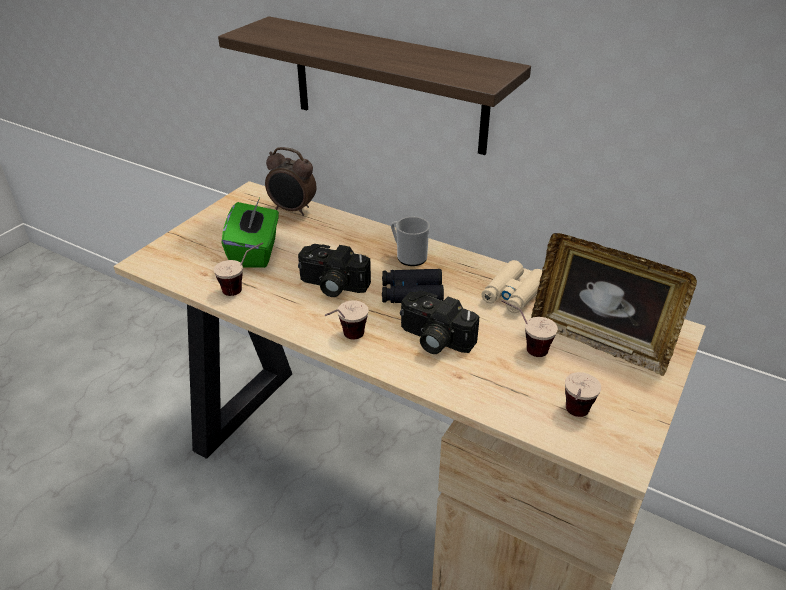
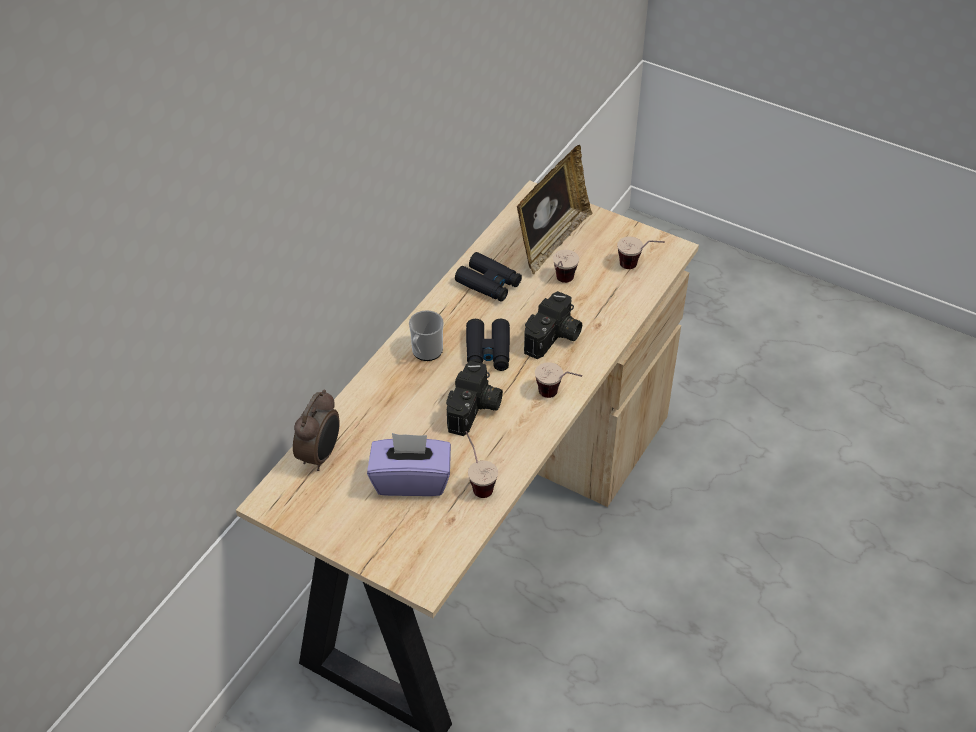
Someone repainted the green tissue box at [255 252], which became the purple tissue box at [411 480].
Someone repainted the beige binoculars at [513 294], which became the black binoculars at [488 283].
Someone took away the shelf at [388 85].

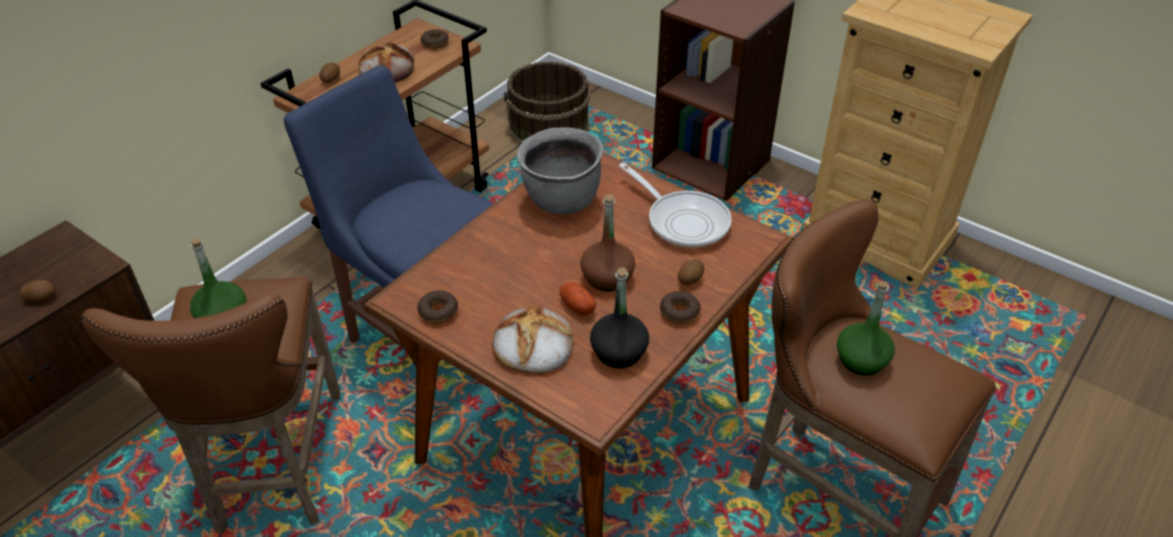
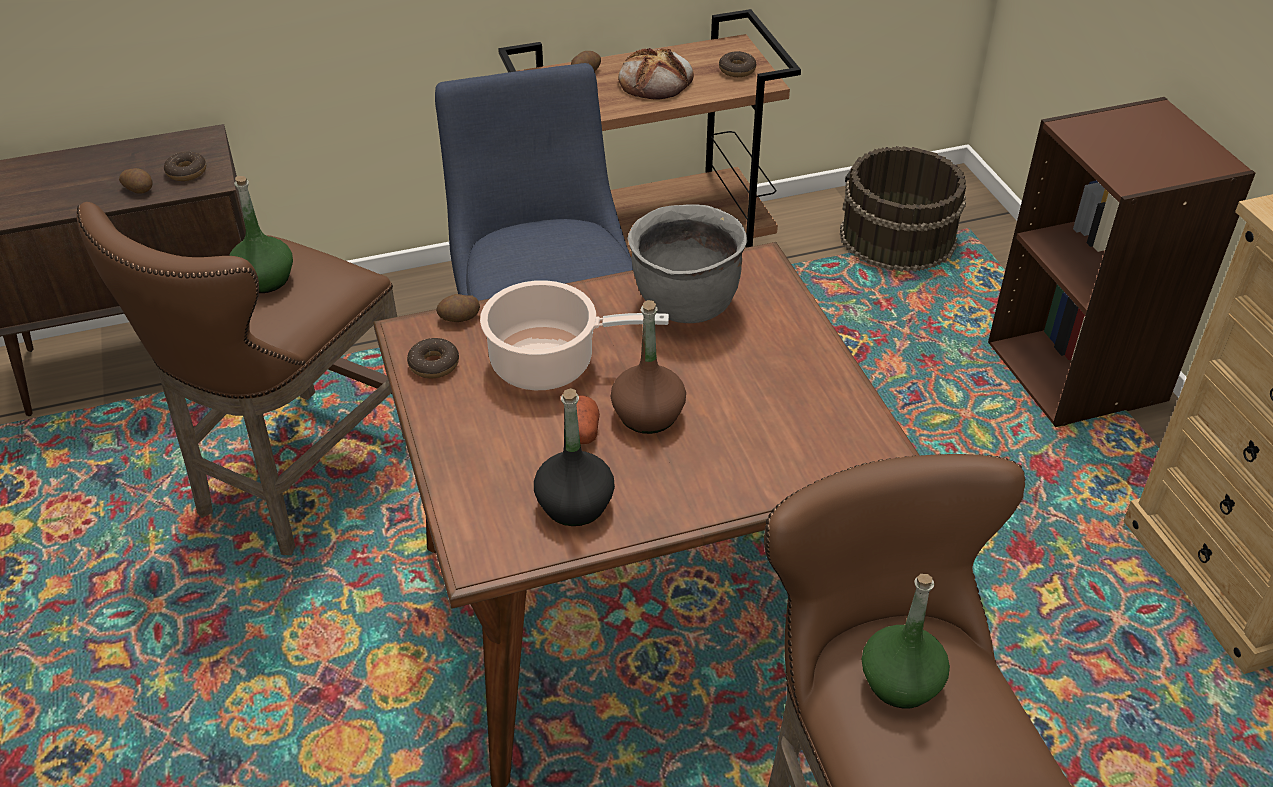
Someone carried the donut from [679 312] to [186 172].
Someone carried the potato from [690 279] to [459 318].
Someone put down the cooking pot at [550 363].
Someone took away the bread at [532 345].
Someone took away the frying pan at [683 221].

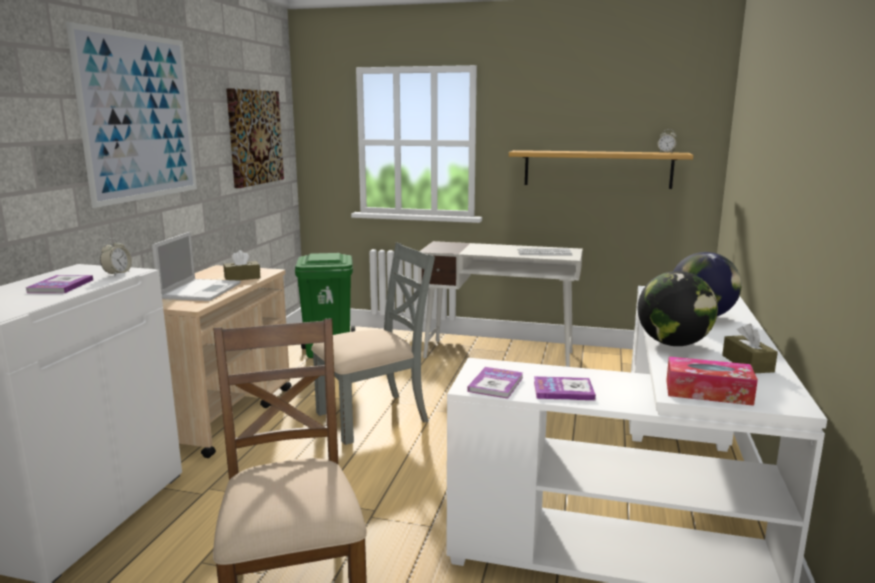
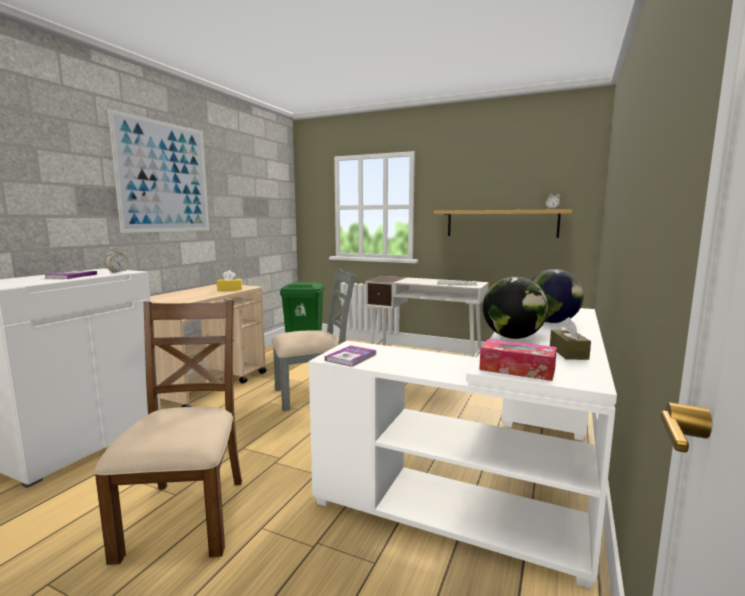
Someone repainted the brown tissue box at [242 278], which became the yellow tissue box at [230 289].
Someone took away the laptop at [201 290].
Someone took away the picture at [254 137].
Someone took away the book at [563 390].

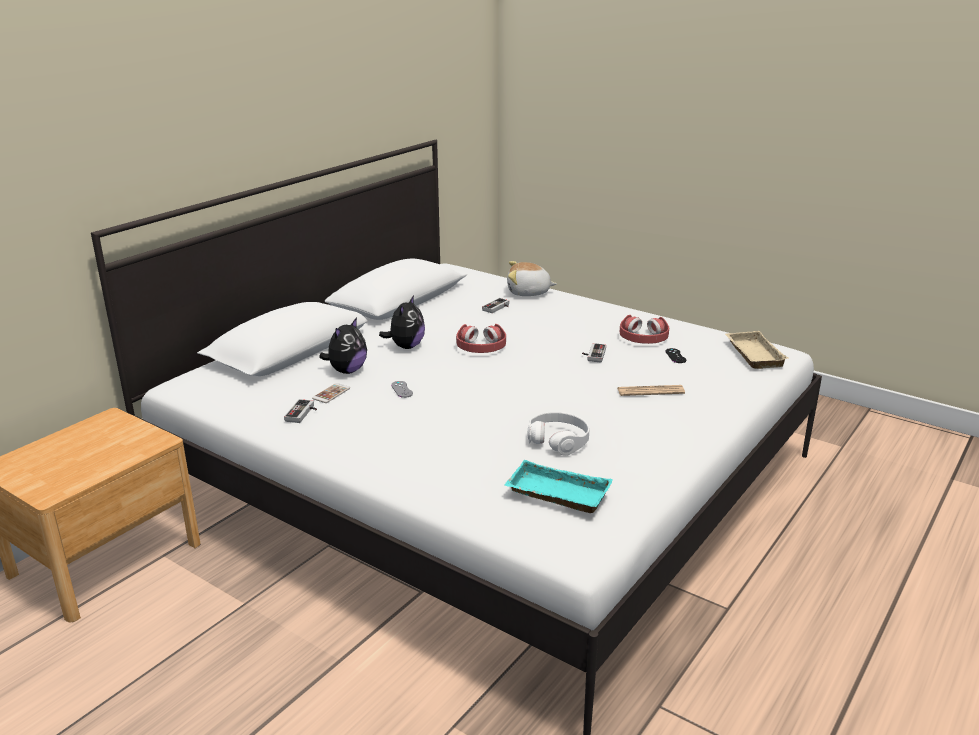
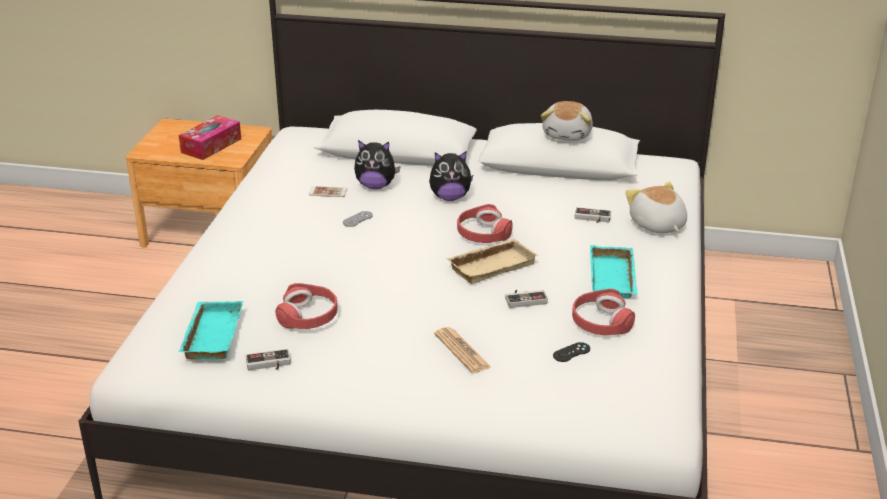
Someone put down the tissue box at [211 146].
Someone carried the game controller from [303 413] to [268 364].
Someone repainted the white headphones at [558 440], which became the red headphones at [308 316].
Someone carried the beige tray from [752 354] to [491 265].
Someone put down the plush toy at [568 134].
Someone put down the turquoise tray at [614 279].

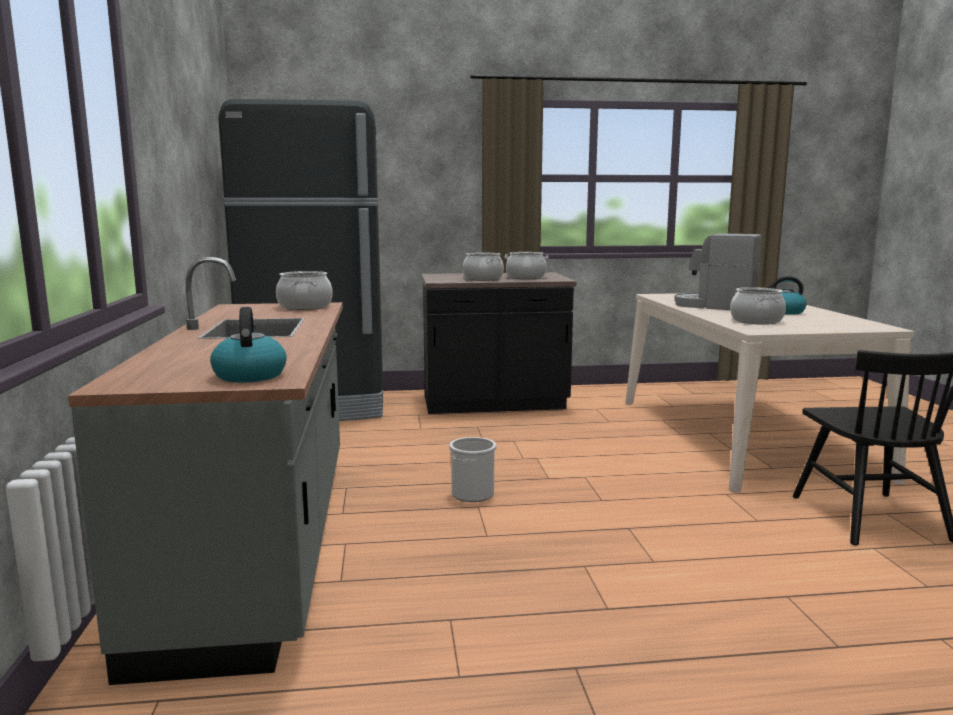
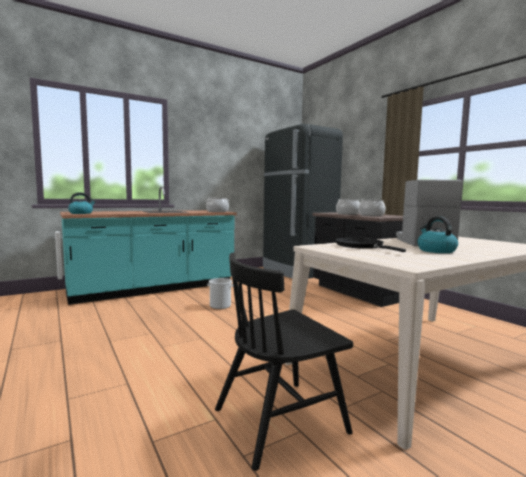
Someone repainted the grey counter at [263 542], which became the turquoise counter at [154 288].
Someone swapped the cooking pot at [756 321] for the black frying pan at [361 246].

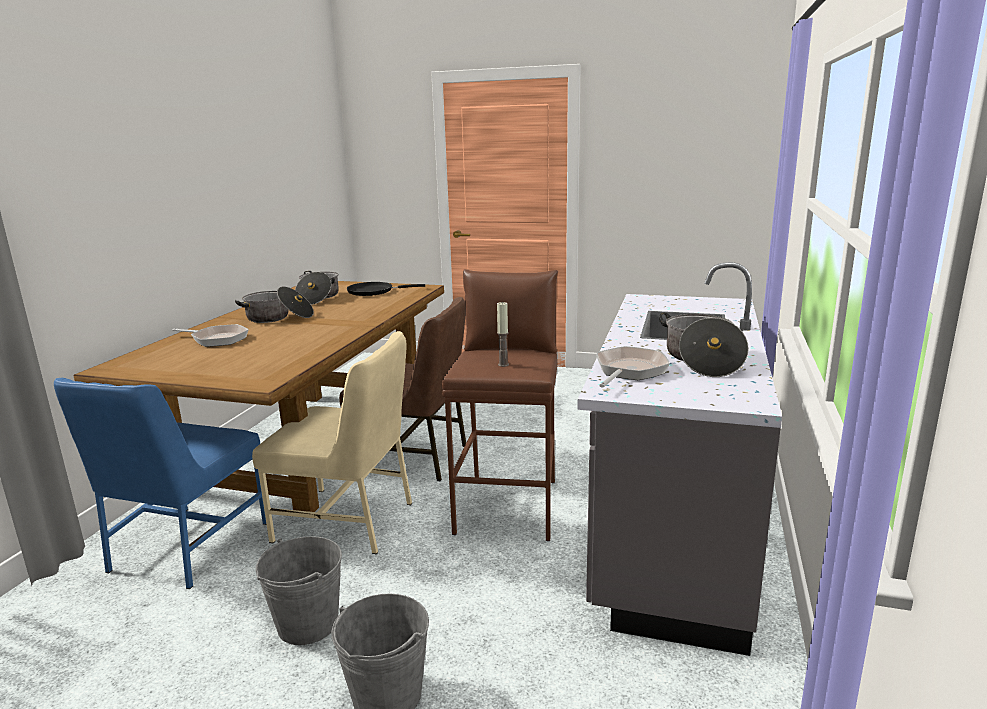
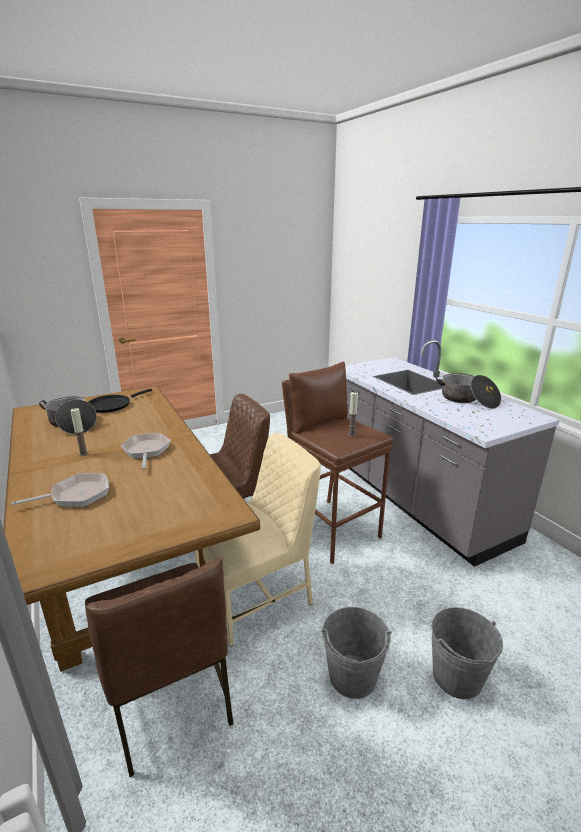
Someone swapped the cooking pot at [278 317] for the candle at [83 454].
Someone repainted the blue chair at [186 547], which became the brown chair at [168 698].
Someone carried the frying pan from [629 371] to [146 451].

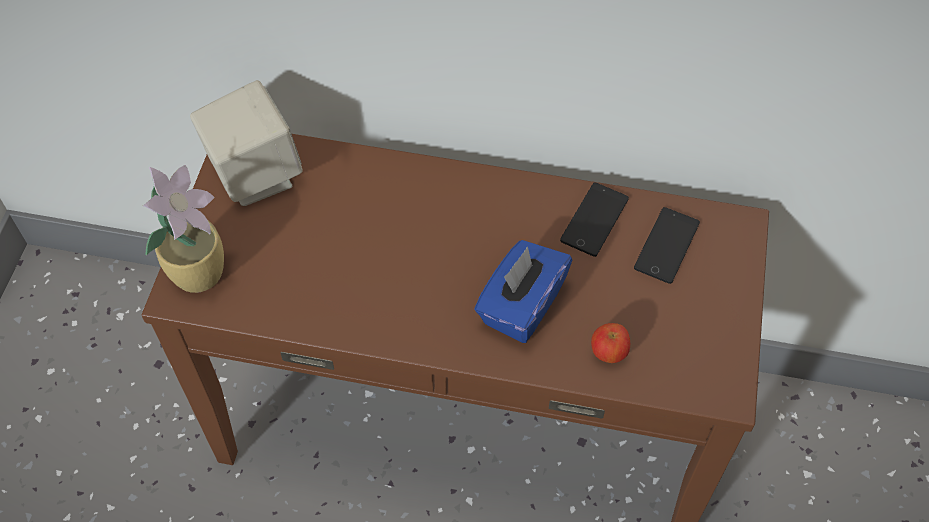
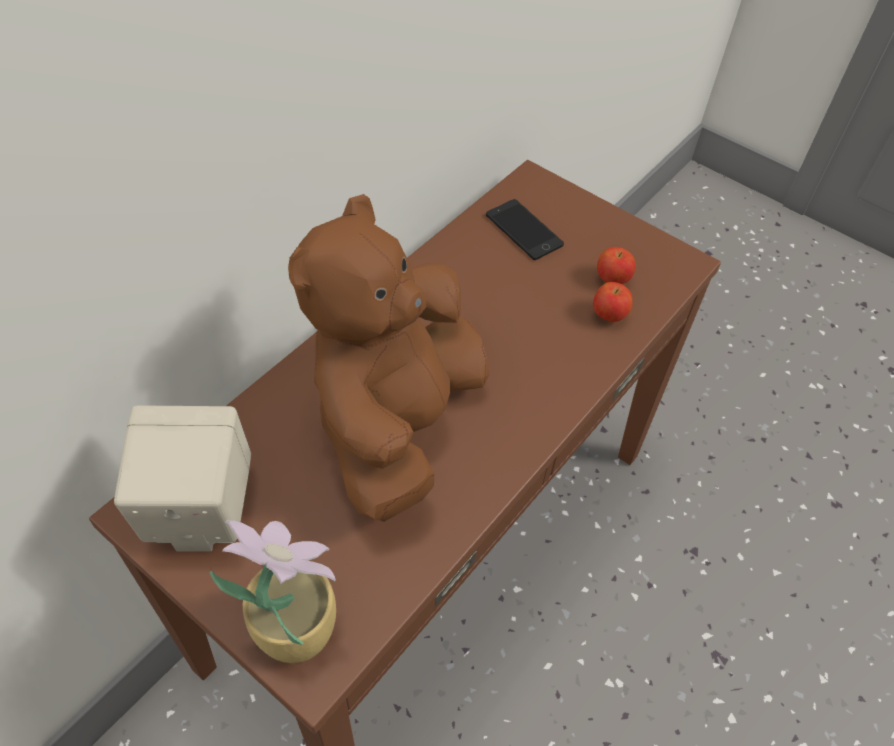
Someone put down the brown plush toy at [396 422].
Someone put down the apple at [612 279].
Someone took away the blue tissue box at [521 305].
Someone took away the phone at [594 220].

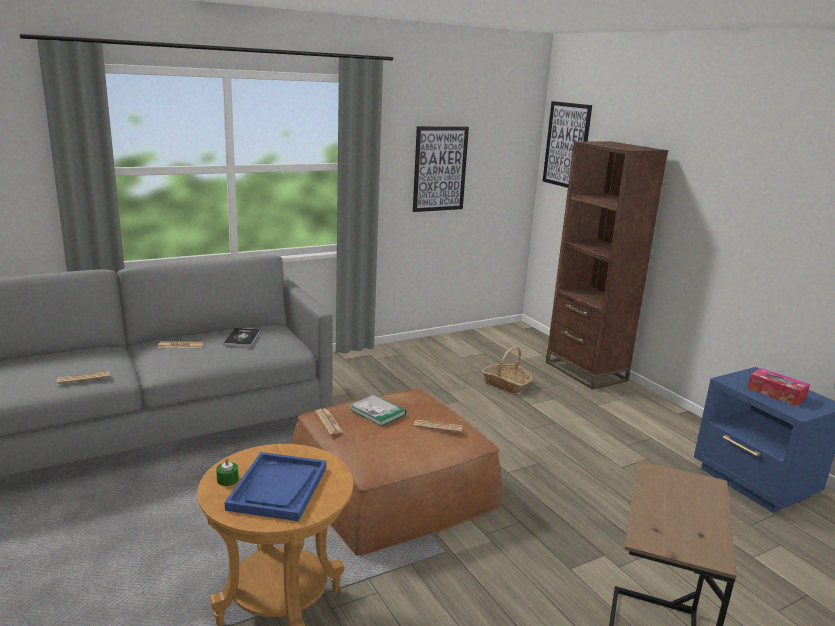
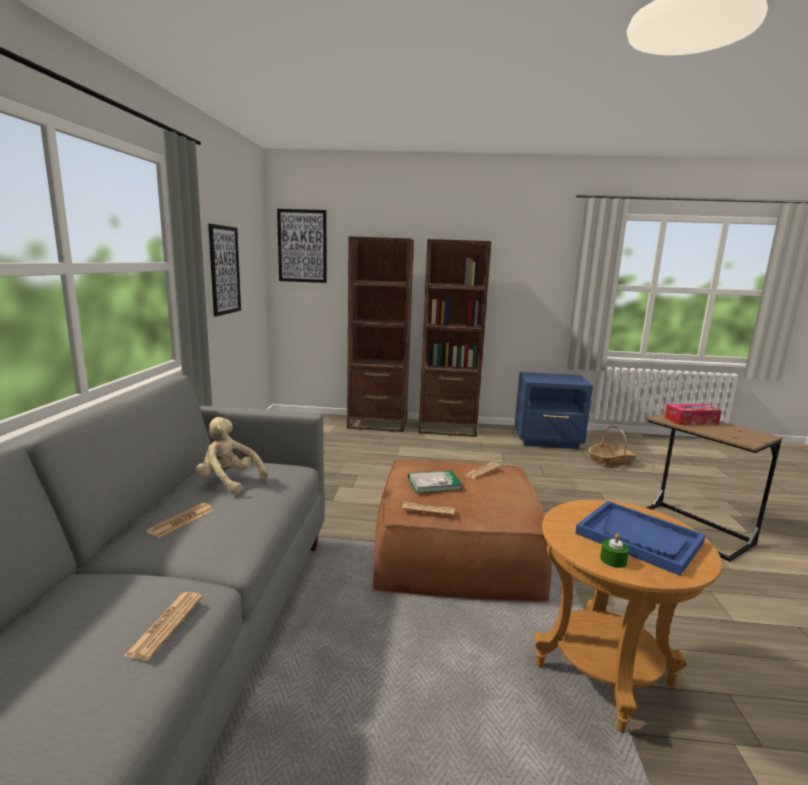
Someone swapped the book at [242 338] for the beige plush toy at [229 482].
Someone put down the brown bookcase at [447 428].
Someone carried the basket from [506 384] to [611 461].
Someone carried the tissue box from [776 393] to [691 421].

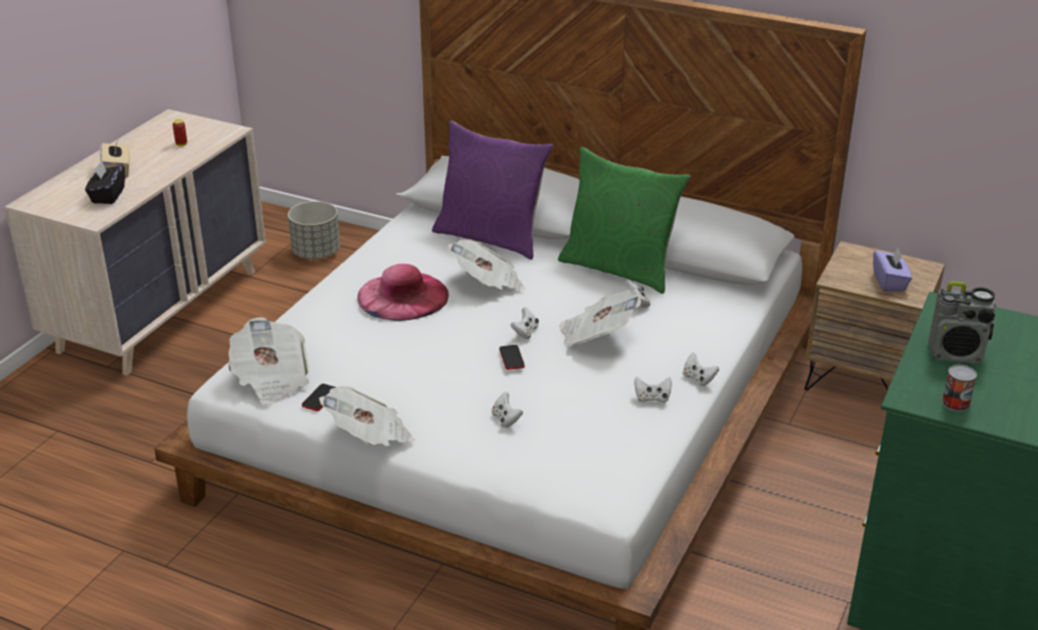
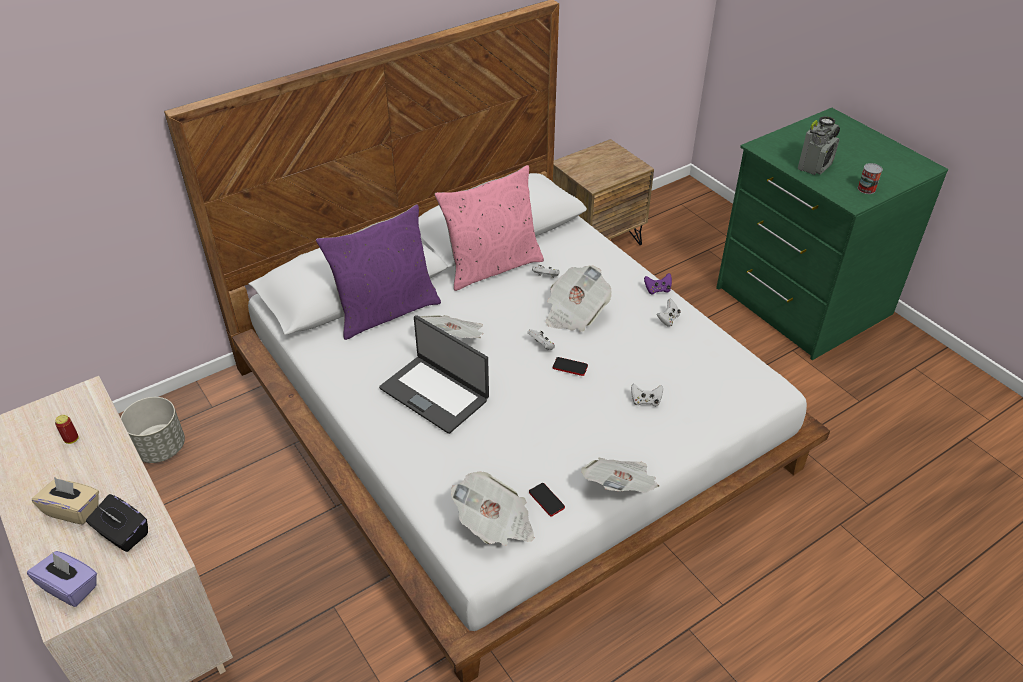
Someone carried the purple tissue box from [889 282] to [70 587].
Someone swapped the pink hat at [403 296] for the laptop at [435 393].
Someone repainted the green pillow at [619 268], which became the pink pillow at [492 266].
Someone repainted the white game controller at [698 378], which became the purple game controller at [657 290].

